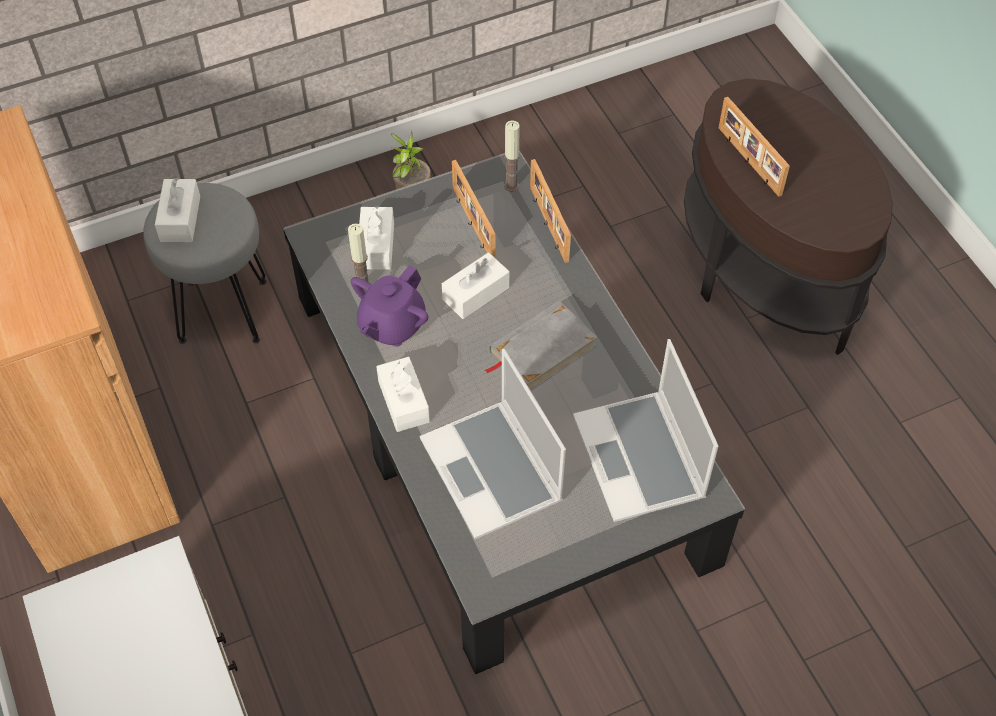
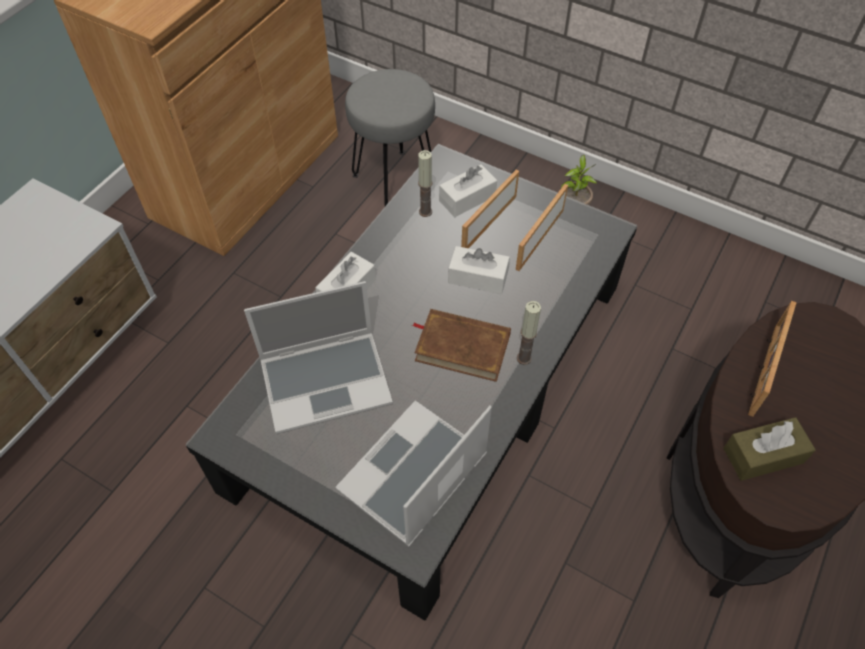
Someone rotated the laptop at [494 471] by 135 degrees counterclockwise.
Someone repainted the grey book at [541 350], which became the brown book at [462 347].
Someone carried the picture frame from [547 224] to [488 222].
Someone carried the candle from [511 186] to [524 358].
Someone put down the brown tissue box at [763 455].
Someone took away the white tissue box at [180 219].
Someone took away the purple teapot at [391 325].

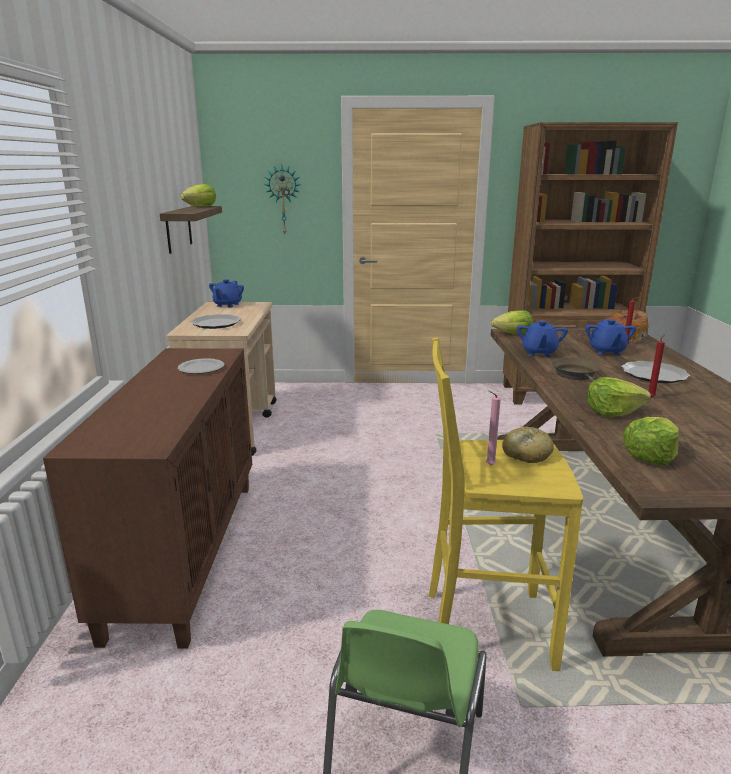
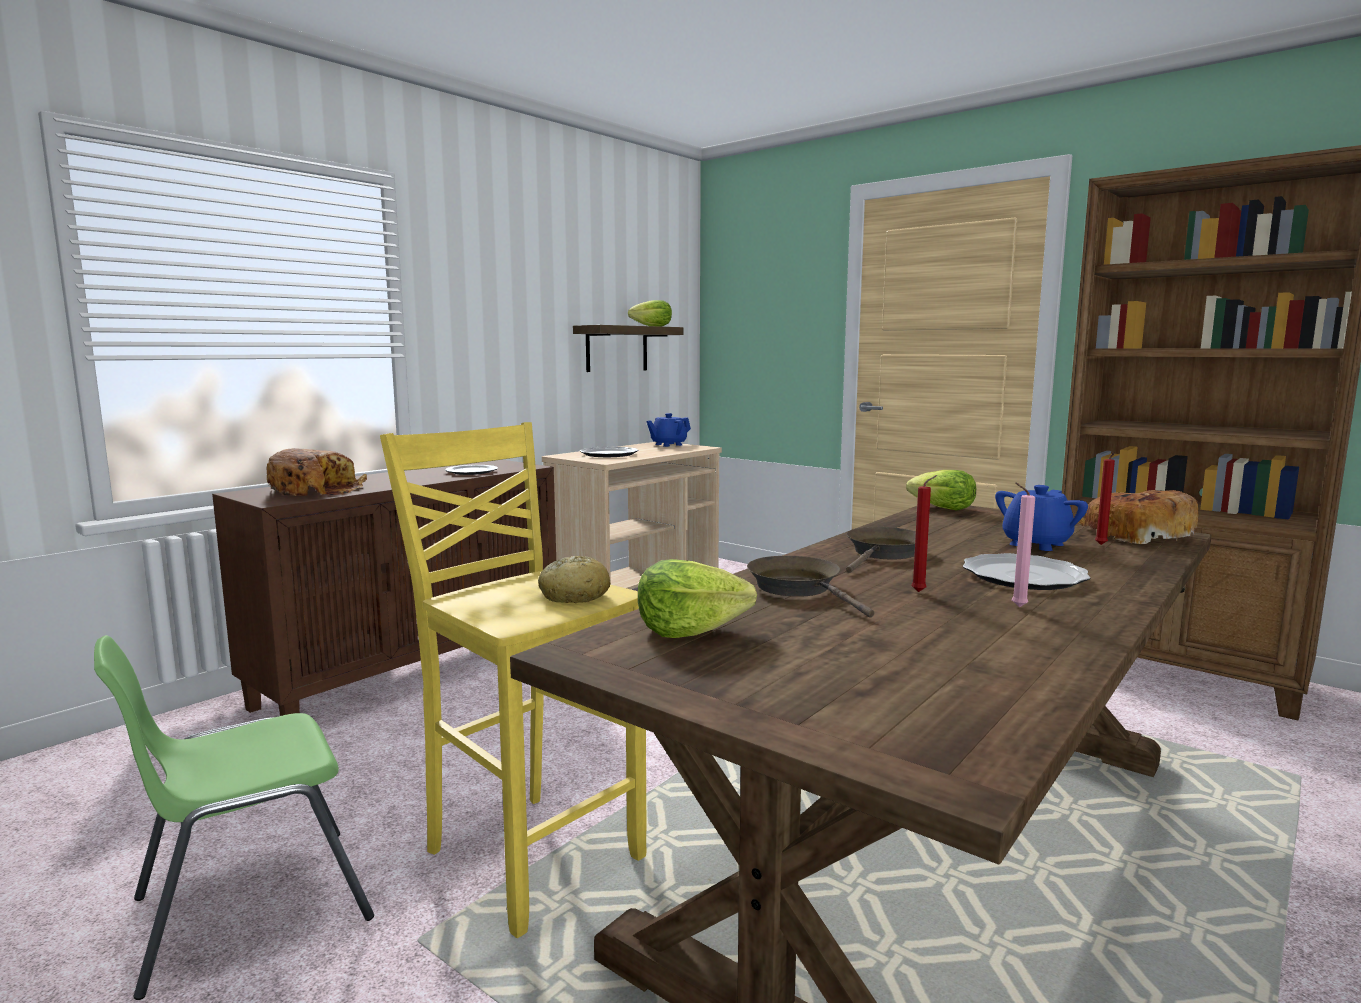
Someone put down the bread at [316 490].
Someone swapped the lettuce at [612 412] for the brown frying pan at [799 589].
Someone carried the pink candle from [488 465] to [1016 606].
Someone took away the wall clock at [283 200].
Someone took away the blue teapot at [539 353].

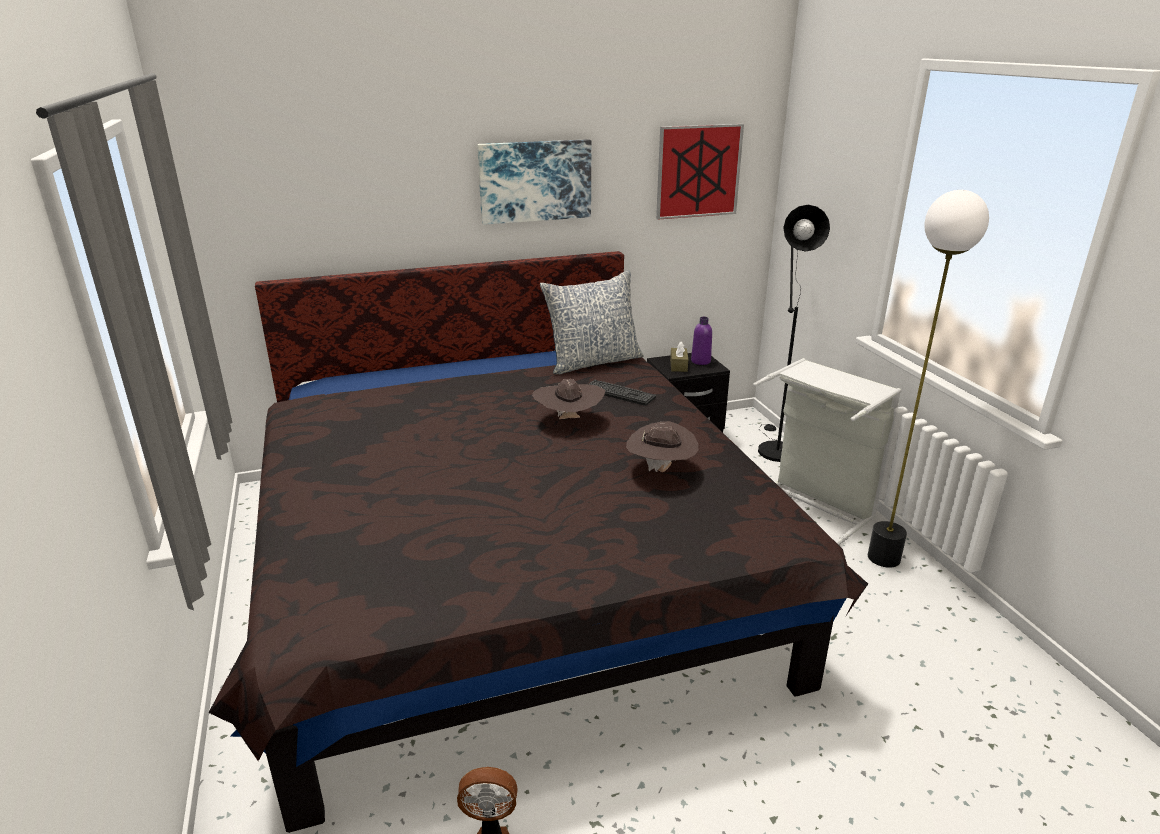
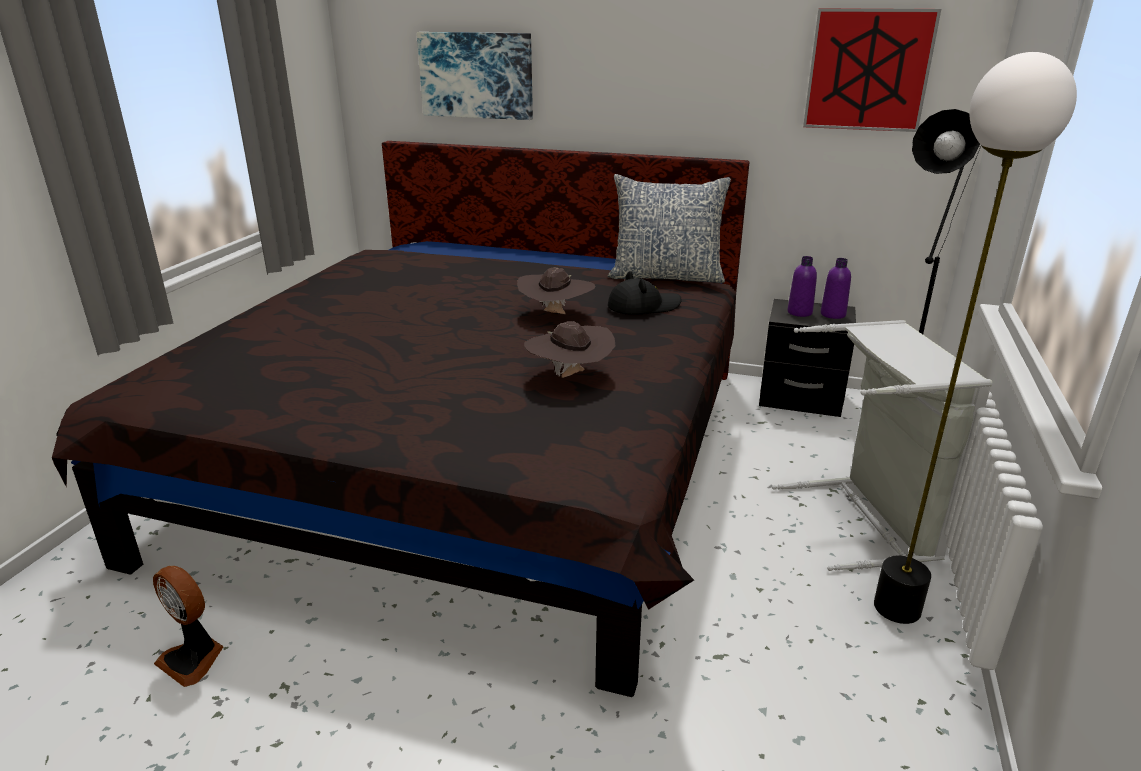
Someone carried the picture from [535 181] to [476 75].
Someone swapped the keyboard at [619 393] for the black hat at [643 306].
Someone swapped the brown tissue box at [678 365] for the purple bottle at [799 312].

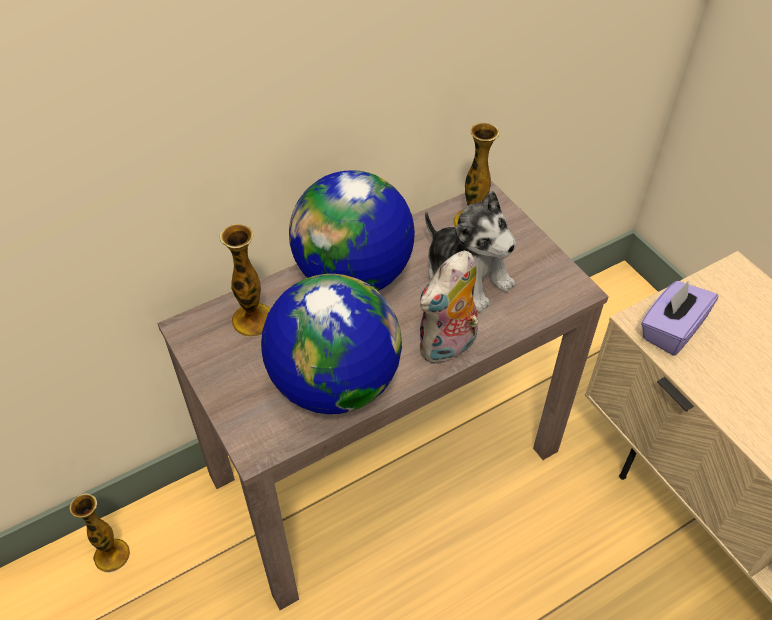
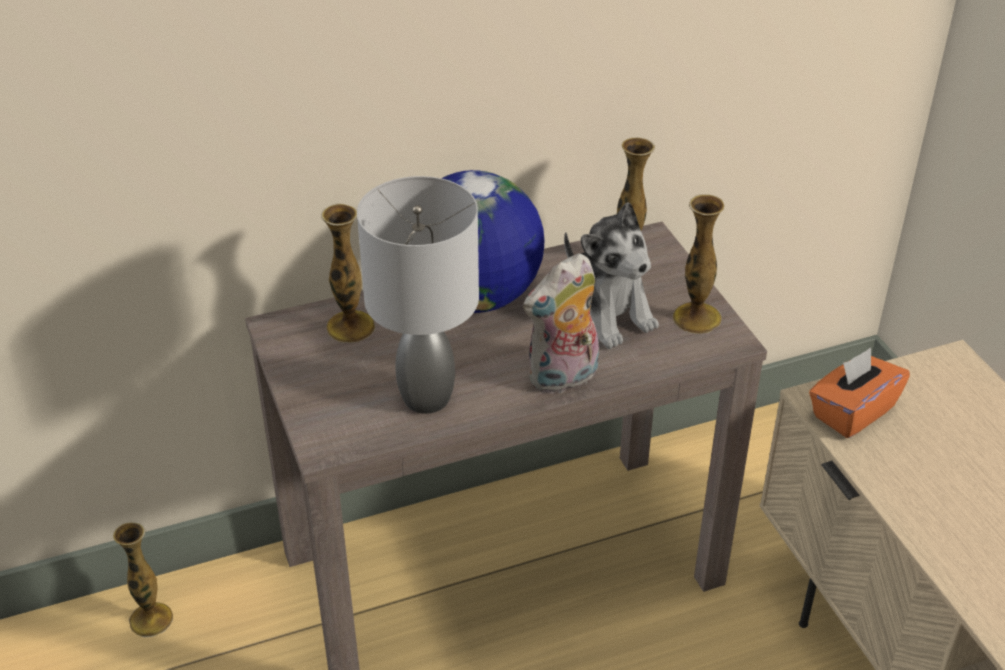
Someone swapped the globe at [334 383] for the grey table lamp at [425 396].
Someone put down the vase at [696 318].
Someone repainted the purple tissue box at [671 330], which became the orange tissue box at [852 412].

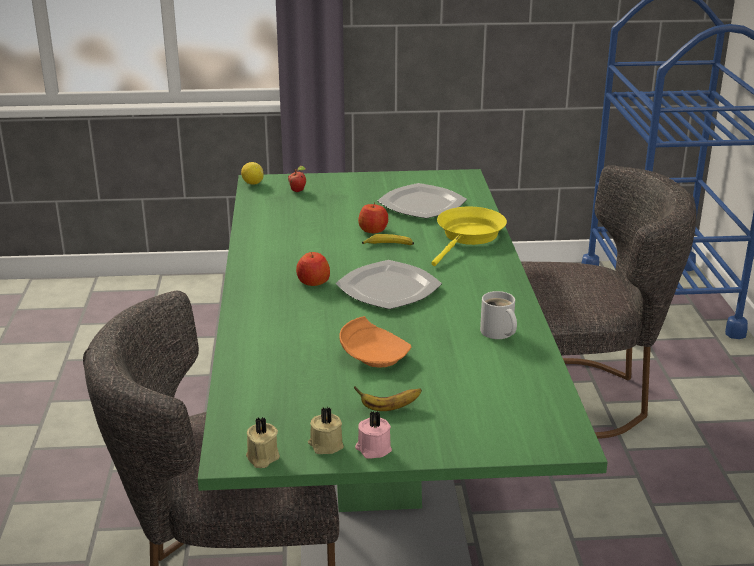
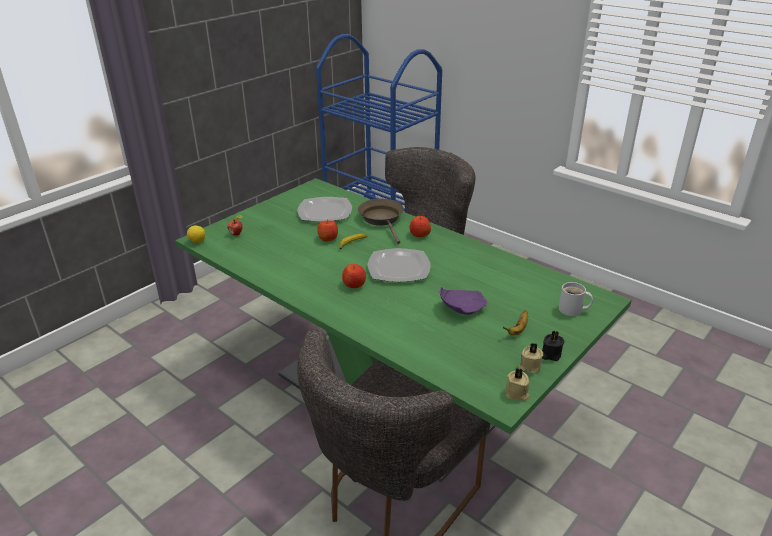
Someone repainted the yellow frying pan at [468 236], which became the brown frying pan at [382 219].
Someone put down the apple at [419 235].
Someone repainted the orange plate at [374 356], which became the purple plate at [461 308].
Someone repainted the pink candle at [373 449], which became the black candle at [550 354].
Someone carried the white mug from [497 333] to [572 310].

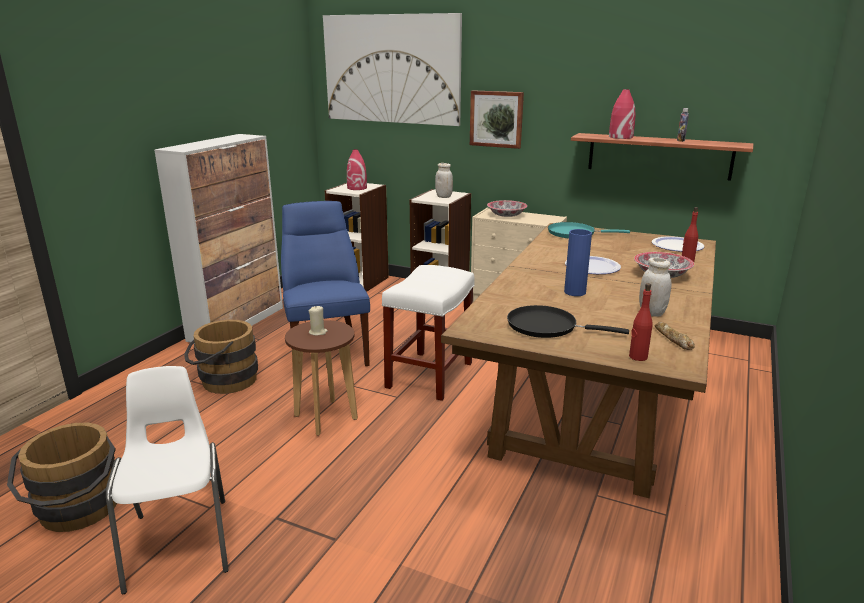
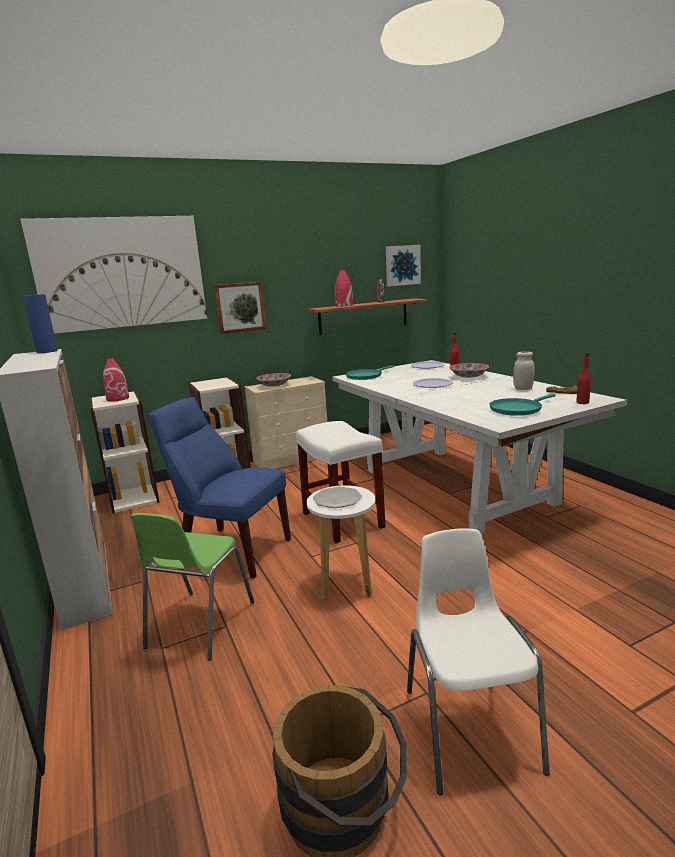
Someone carried the blue vase from [575 292] to [47 351].
Someone swapped the brown bucket at [224 381] for the green chair at [199 625].
Someone repainted the brown stool at [325 417], which became the white stool at [346 584].
Someone swapped the beige candle at [318 332] for the plate at [337 499].
Someone repainted the brown dining table at [590 408], which became the white dining table at [454 485].
Someone put up the picture at [402 265].
Someone rotated the white chair at [180 542] by 60 degrees clockwise.
Someone repainted the black frying pan at [547 327], which became the turquoise frying pan at [517 409].
Someone took away the white jar at [444 197].

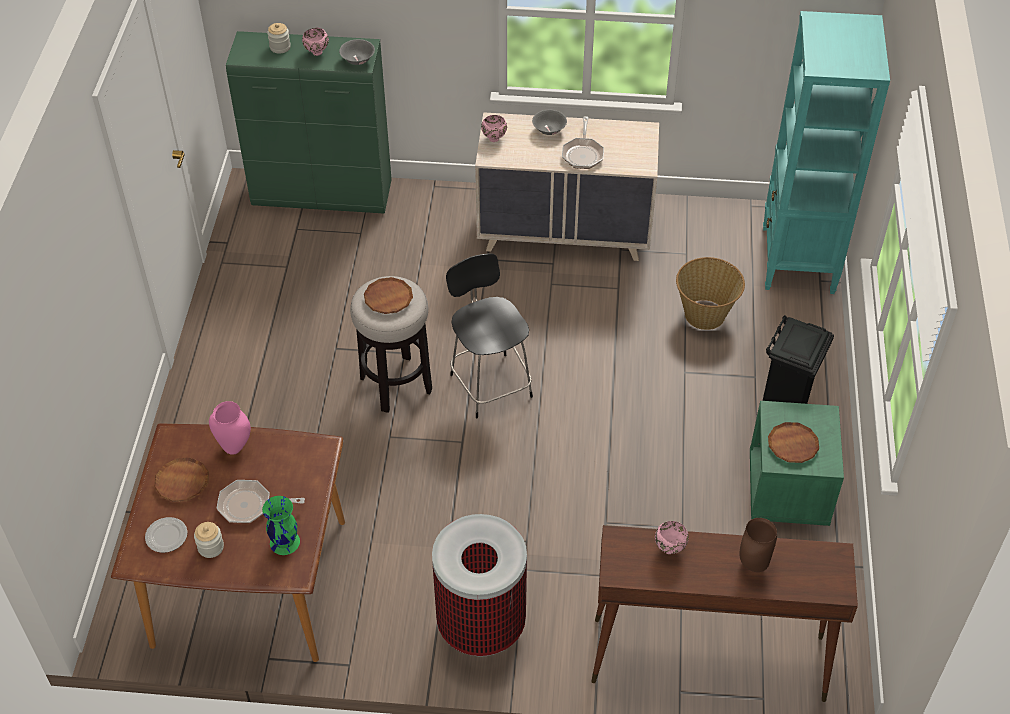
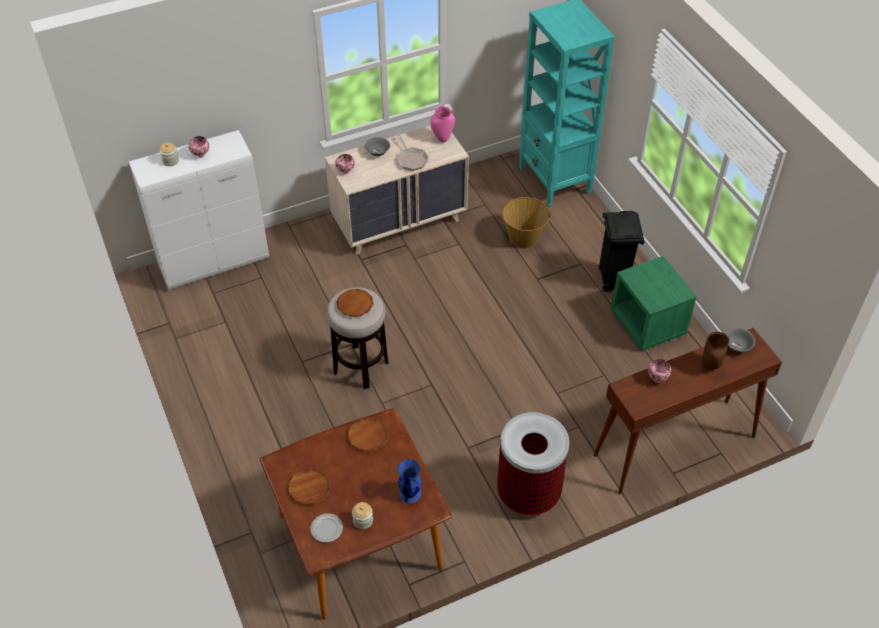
Someone repainted the green cabinet at [323 195], which became the white cabinet at [215 262].
Someone carried the brown plate from [792 445] to [368 436].
Someone repainted the green vase at [284 542], which became the blue vase at [409 493].
Someone carried the pink vase from [234 448] to [442 139].
Someone carried the grey bowl from [358 60] to [737 346].
Someone took away the frying pan at [250 505].
Someone took away the black stool at [489 383].

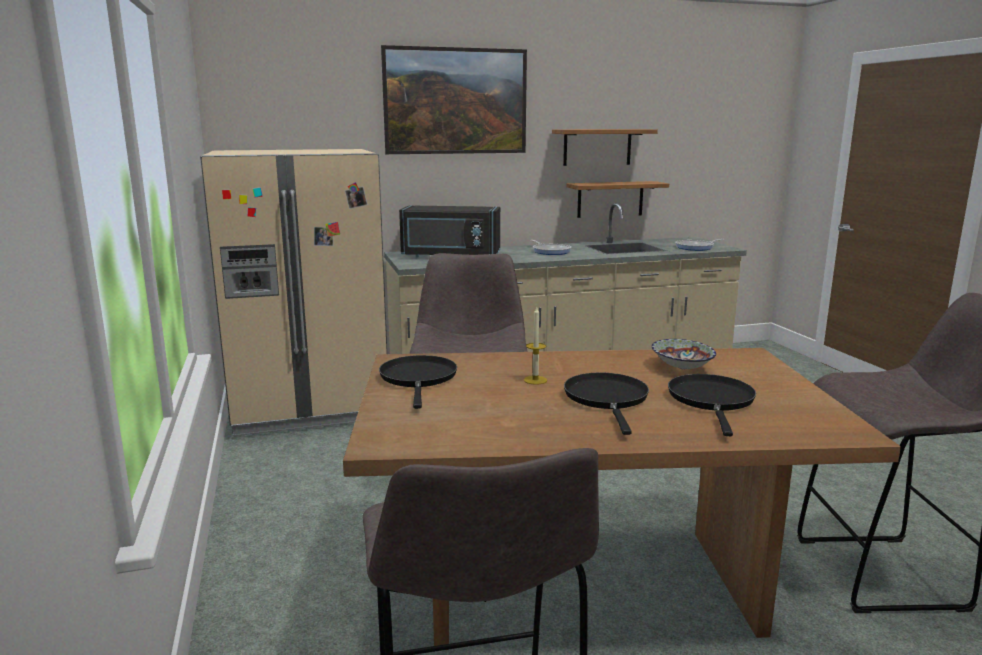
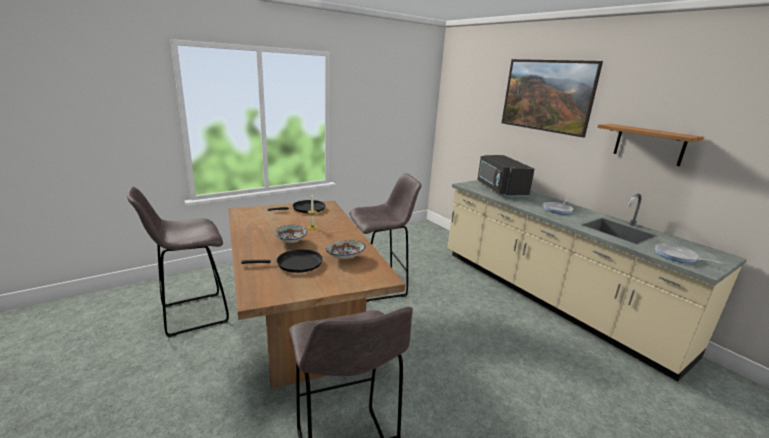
Someone swapped the black frying pan at [607 399] for the bowl at [291 241].
Someone took away the beige fridge at [310 406].
Someone took away the shelf at [610 199].

